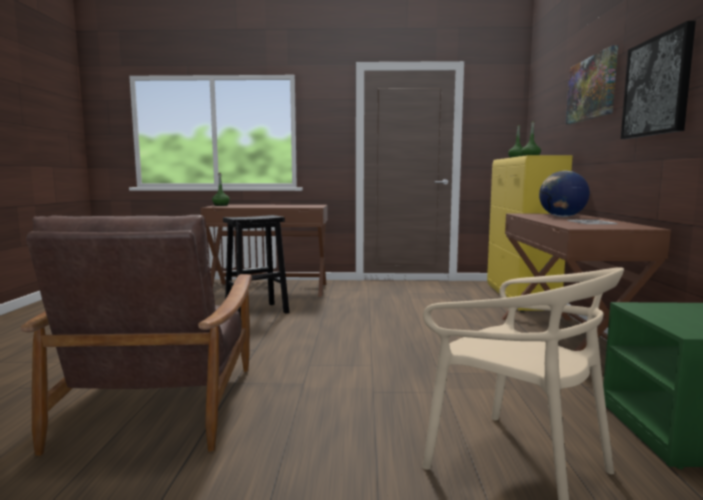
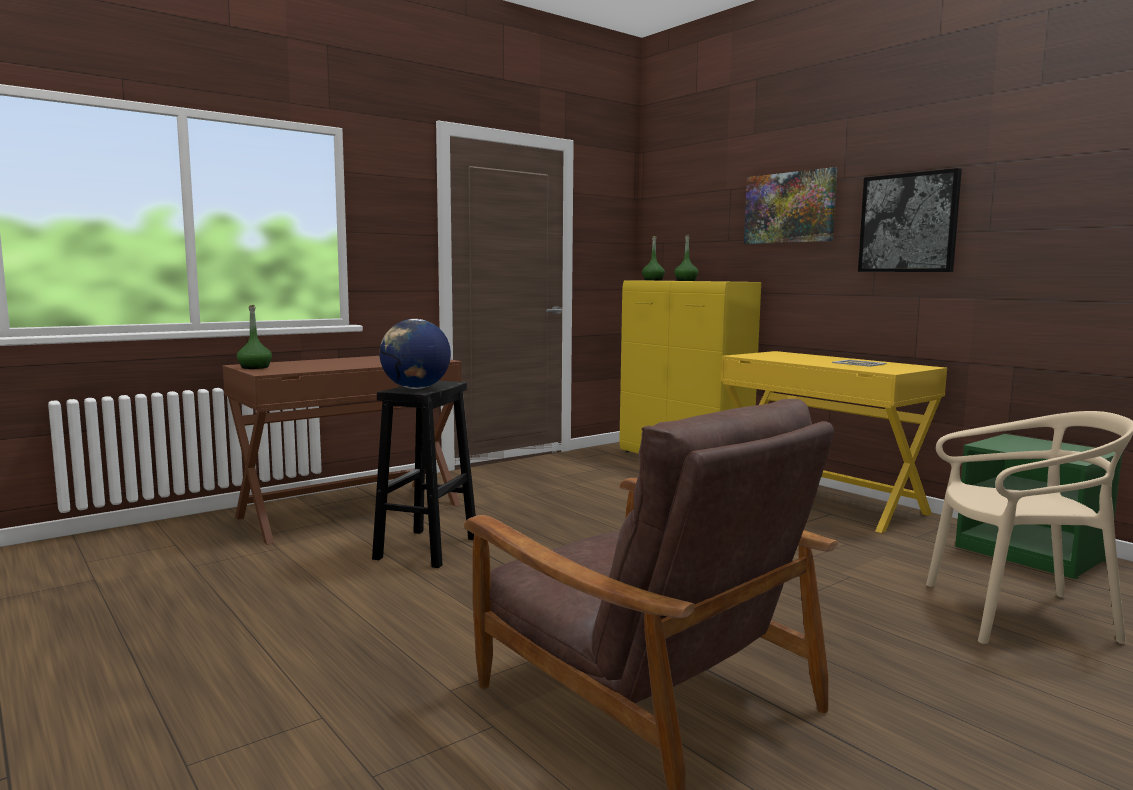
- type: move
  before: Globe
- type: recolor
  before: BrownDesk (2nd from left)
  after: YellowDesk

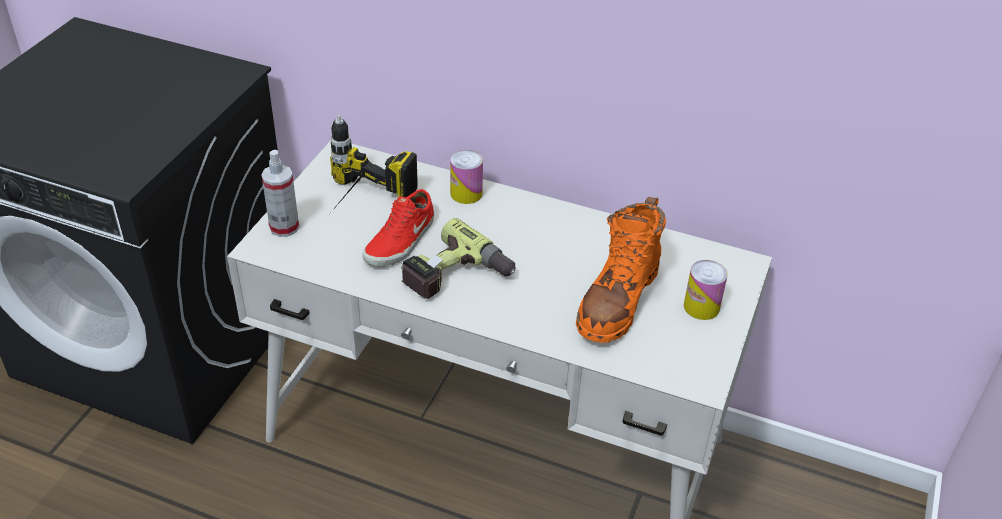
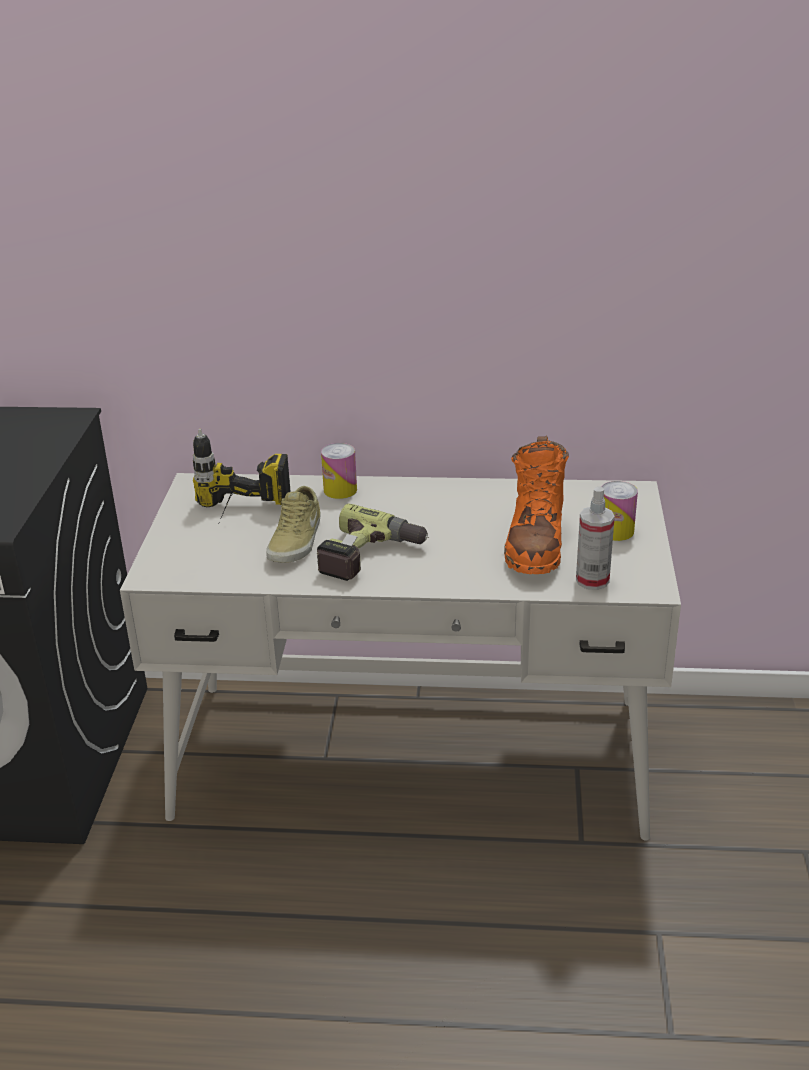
- type: move
  before: SprayBottle
- type: recolor
  before: RedShoe
  after: BeigeShoe

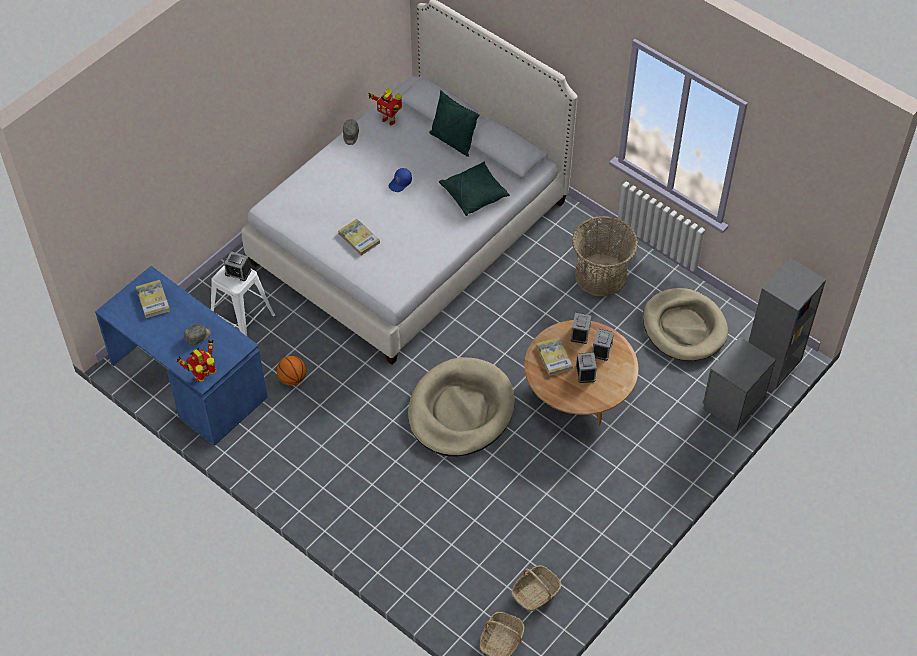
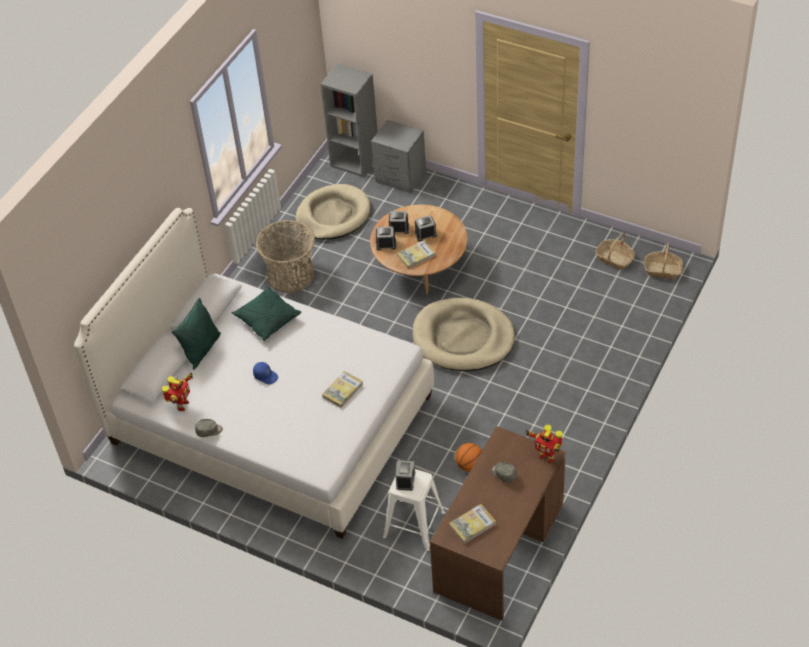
- type: recolor
  before: BlueDesk
  after: BrownDesk

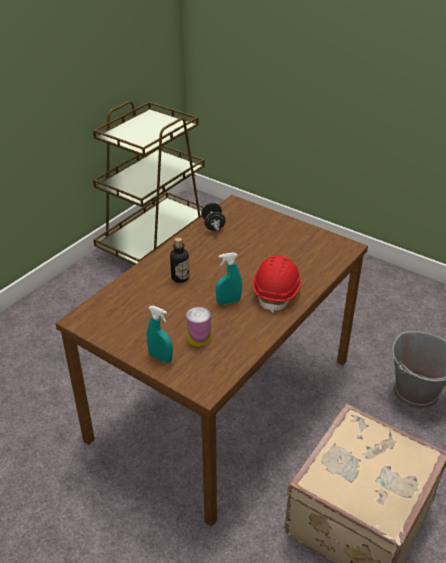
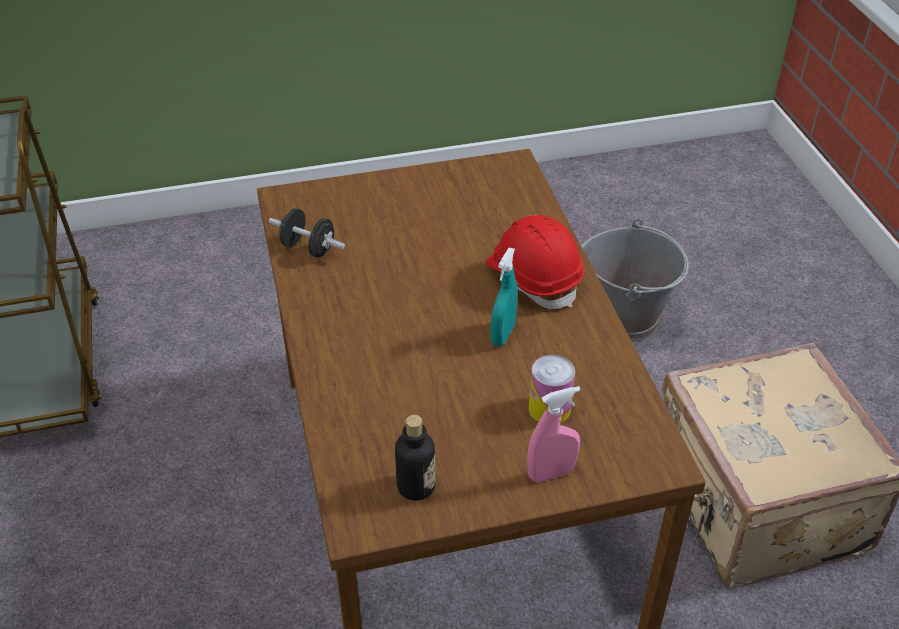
- type: move
  before: Bottle
- type: recolor
  before: TurquoiseSprayBottle (1st from left)
  after: PinkSprayBottle

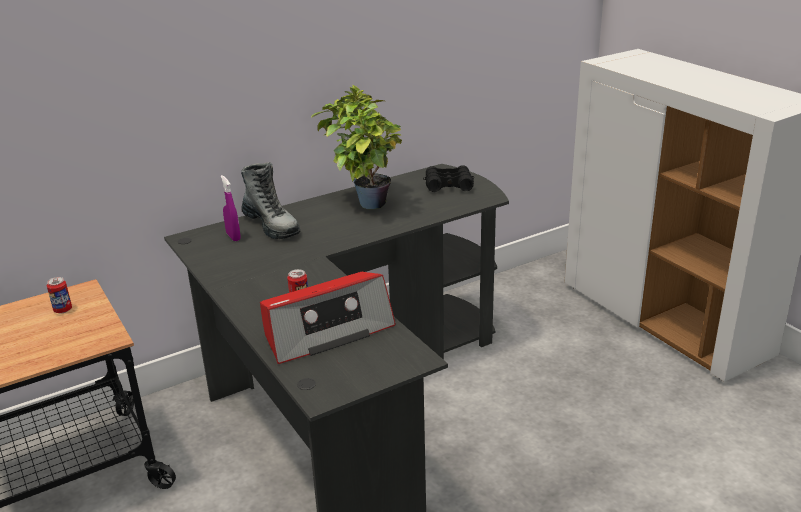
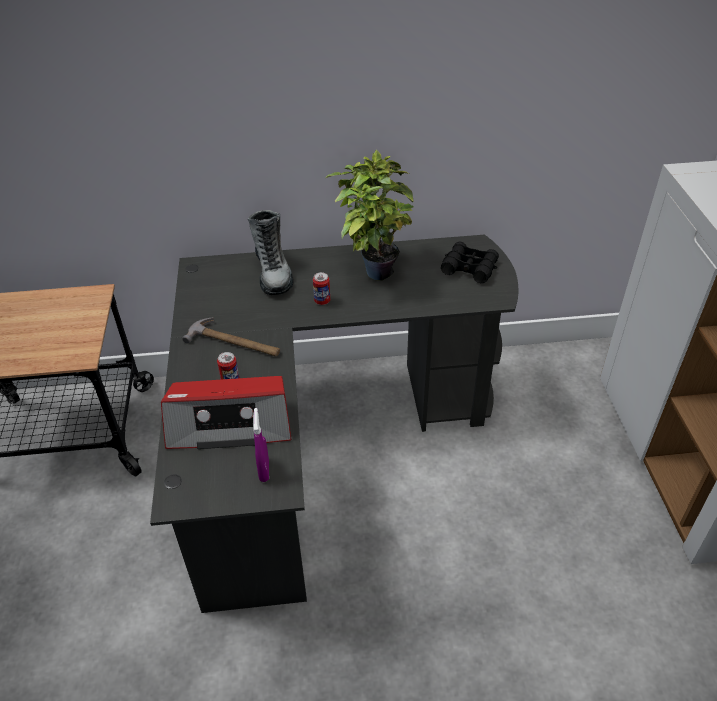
- type: move
  before: PurpleSprayBottle
- type: move
  before: Can (1st from left in the first image)
  after: Can (2nd from left)
- type: insert
  after: Hammer

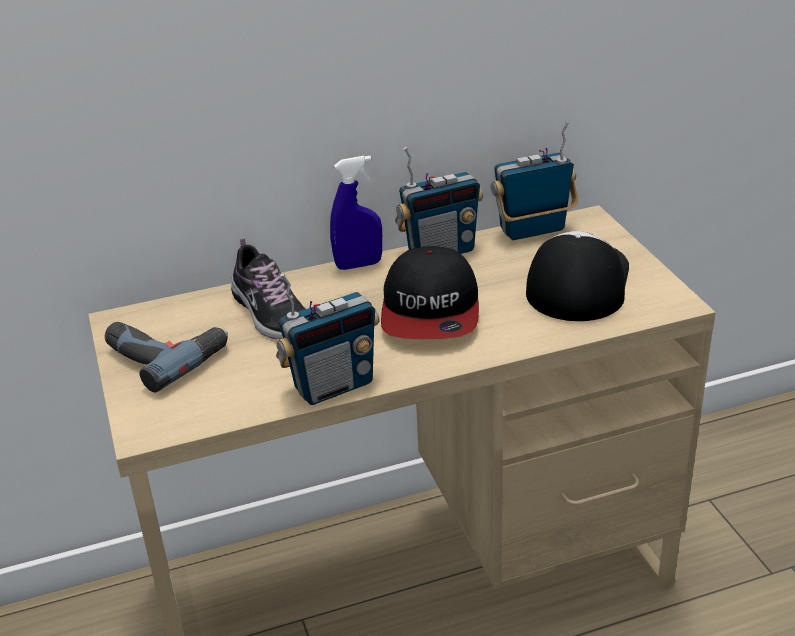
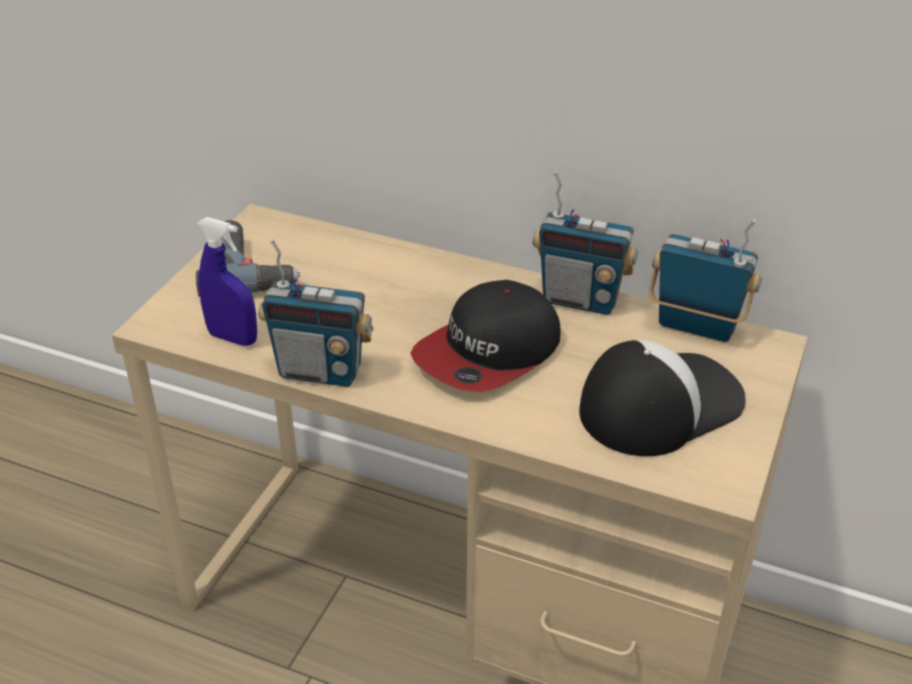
- type: move
  before: BlueSprayBottle
- type: delete
  before: Shoe

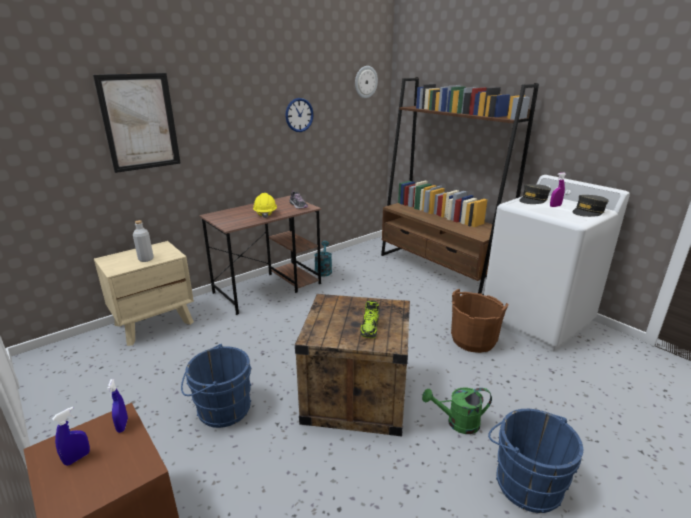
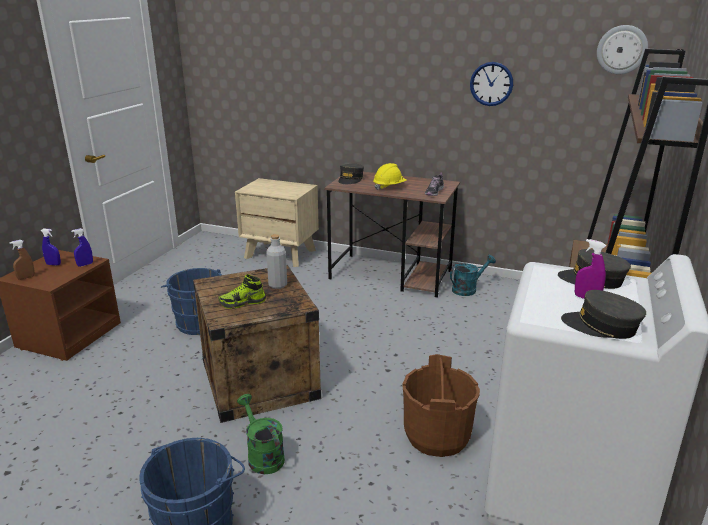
- type: delete
  before: Picture
- type: move
  before: GreyBottle
- type: insert
  after: GreyCap (1st from left)
- type: insert
  after: BrownSprayBottle

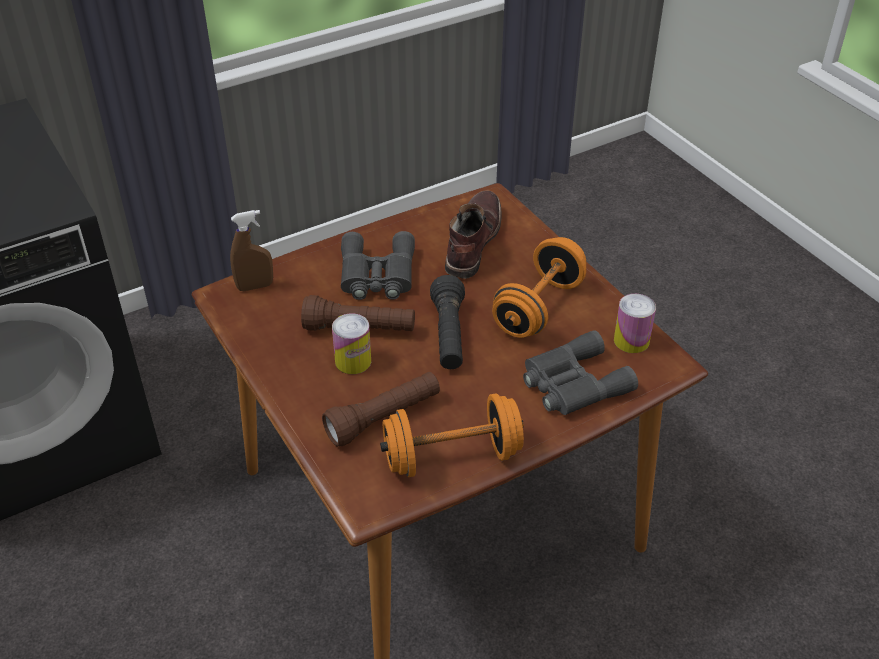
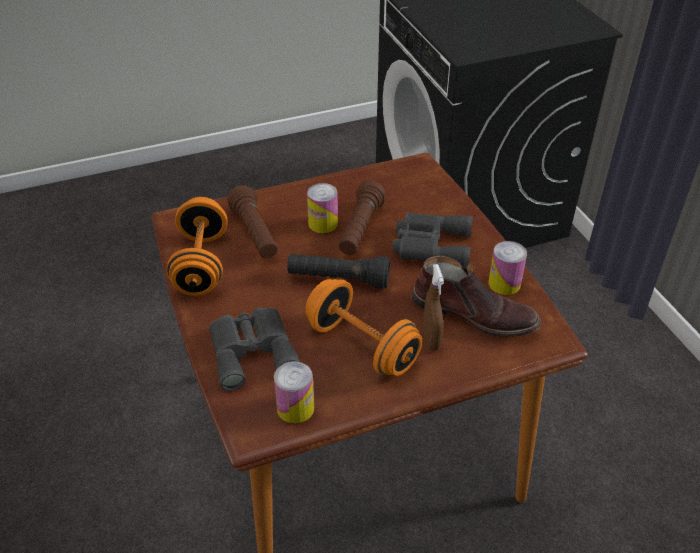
- type: move
  before: BrownSprayBottle
- type: insert
  after: Can (3rd from left)

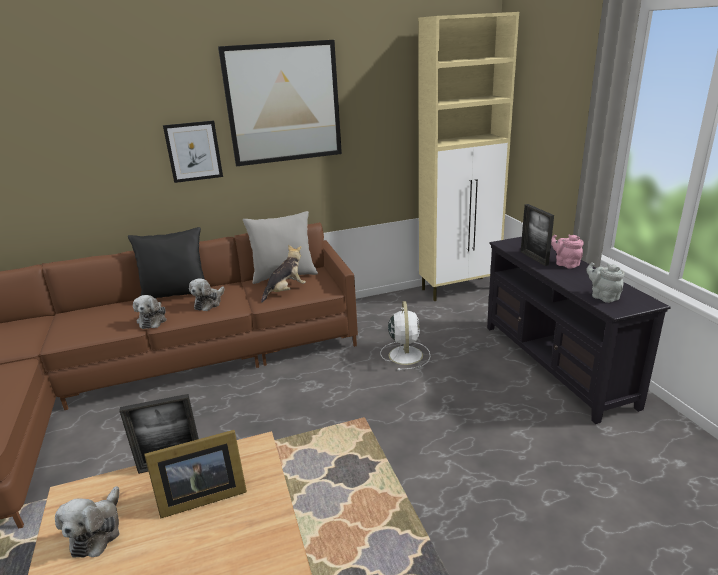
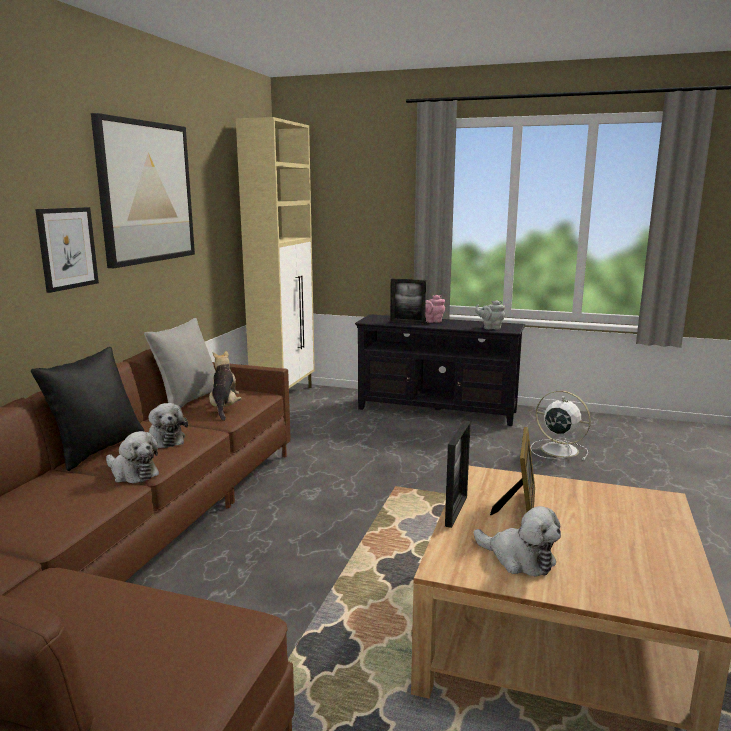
- type: move
  before: WhiteFan

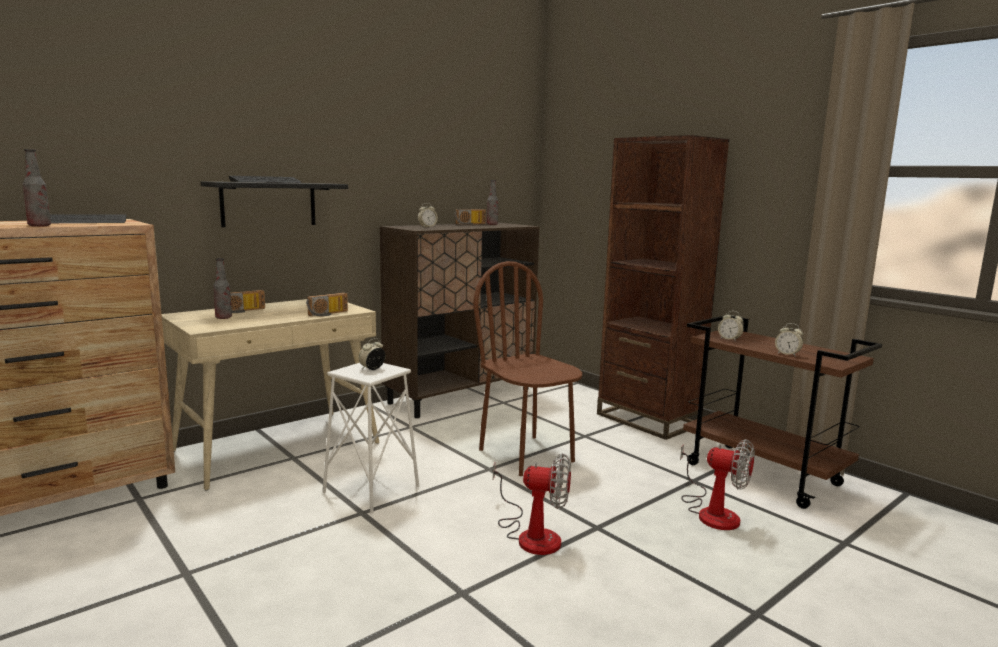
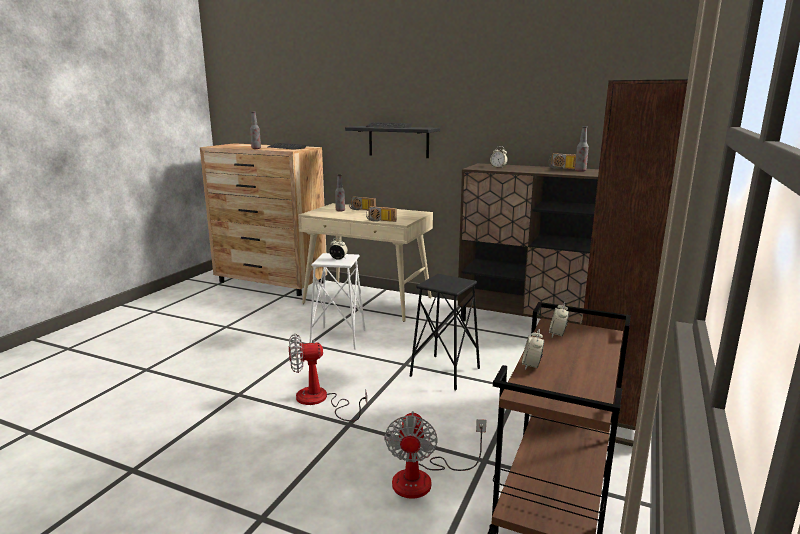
- type: replace
  before: BrownChair
  after: BlackStool
- type: rotate
  before: Fan (1st from left)
  turn: 90

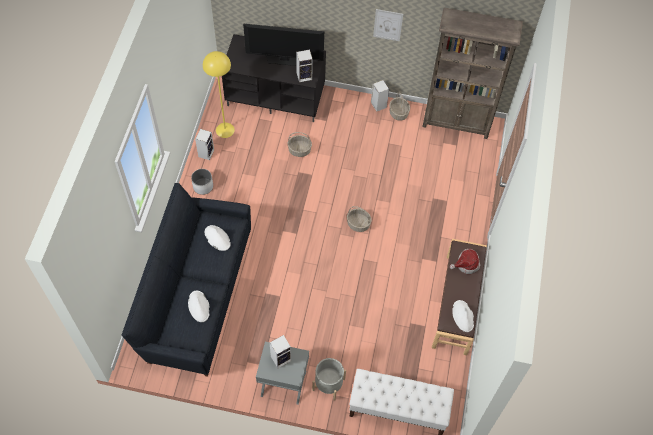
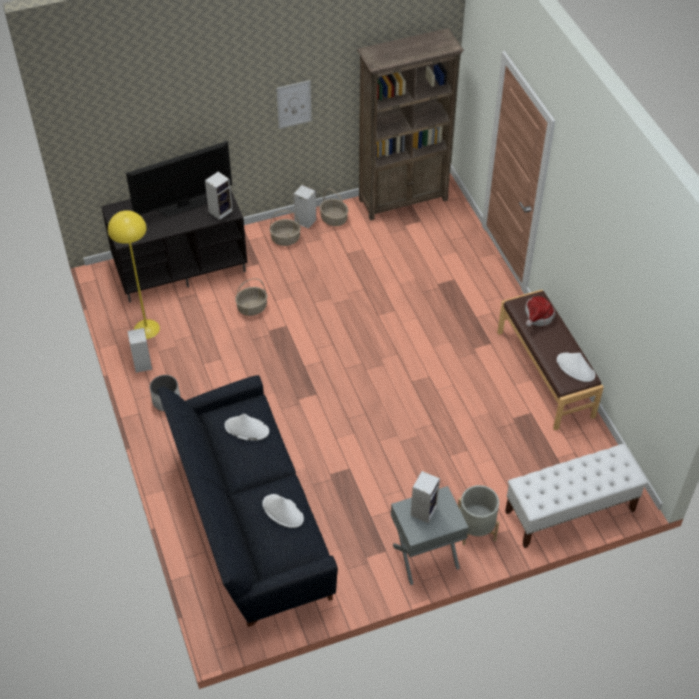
- type: move
  before: Basket (2nd from left)

